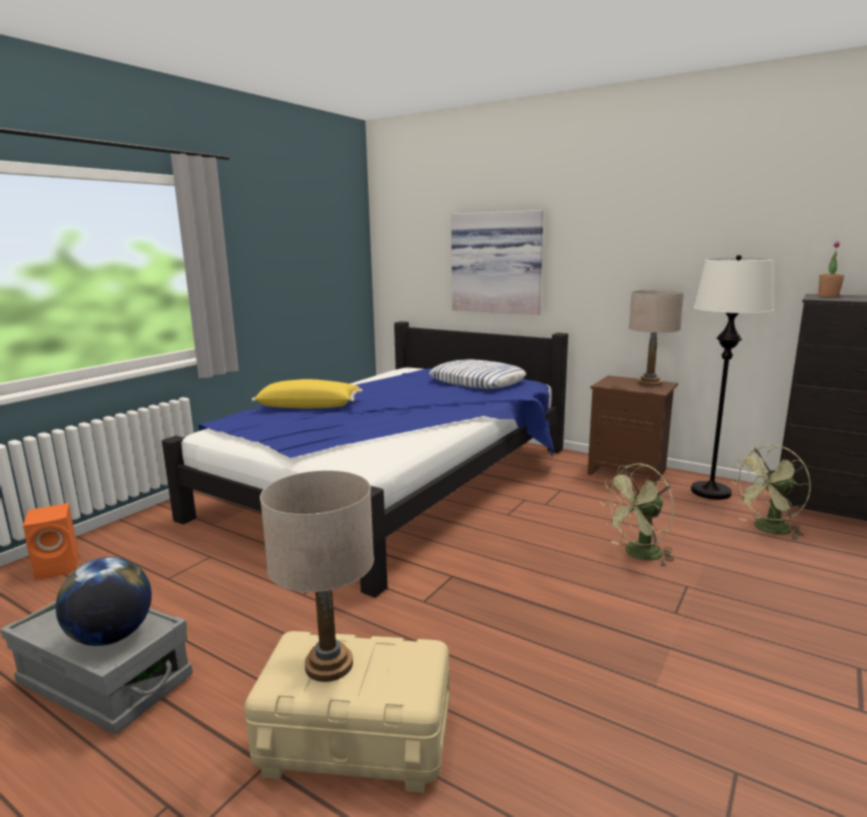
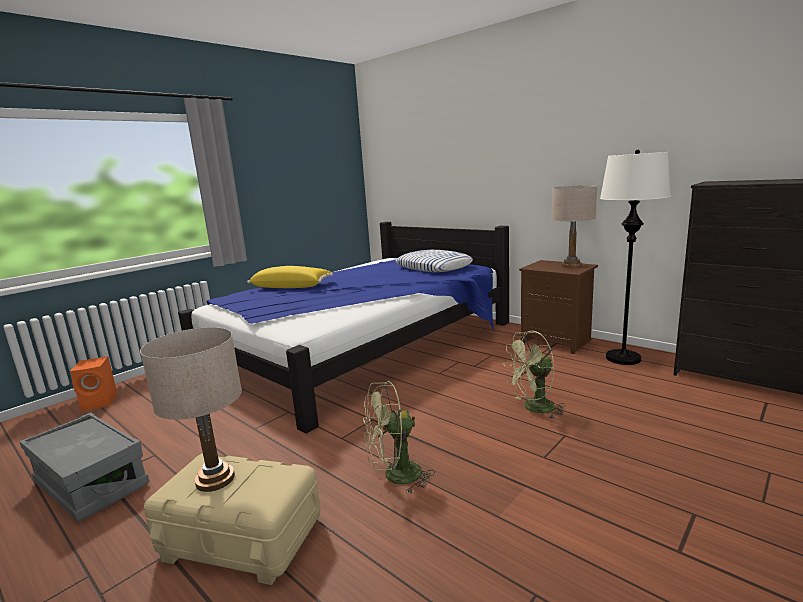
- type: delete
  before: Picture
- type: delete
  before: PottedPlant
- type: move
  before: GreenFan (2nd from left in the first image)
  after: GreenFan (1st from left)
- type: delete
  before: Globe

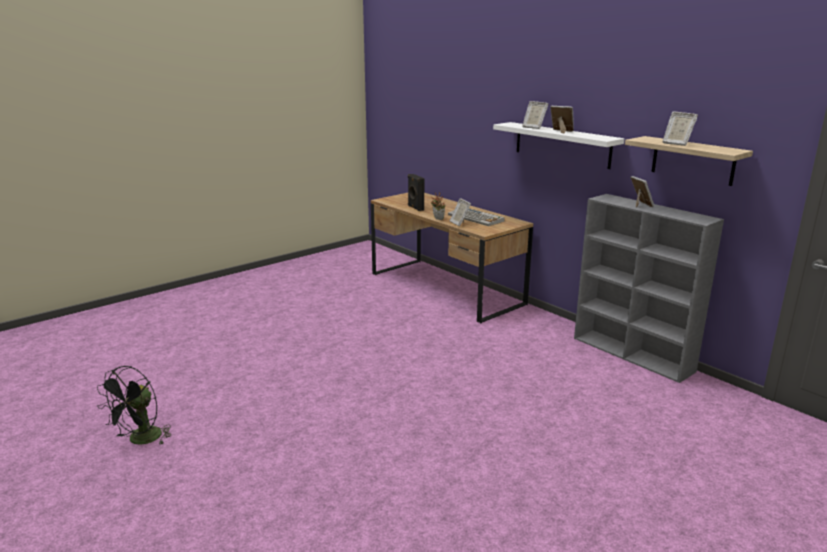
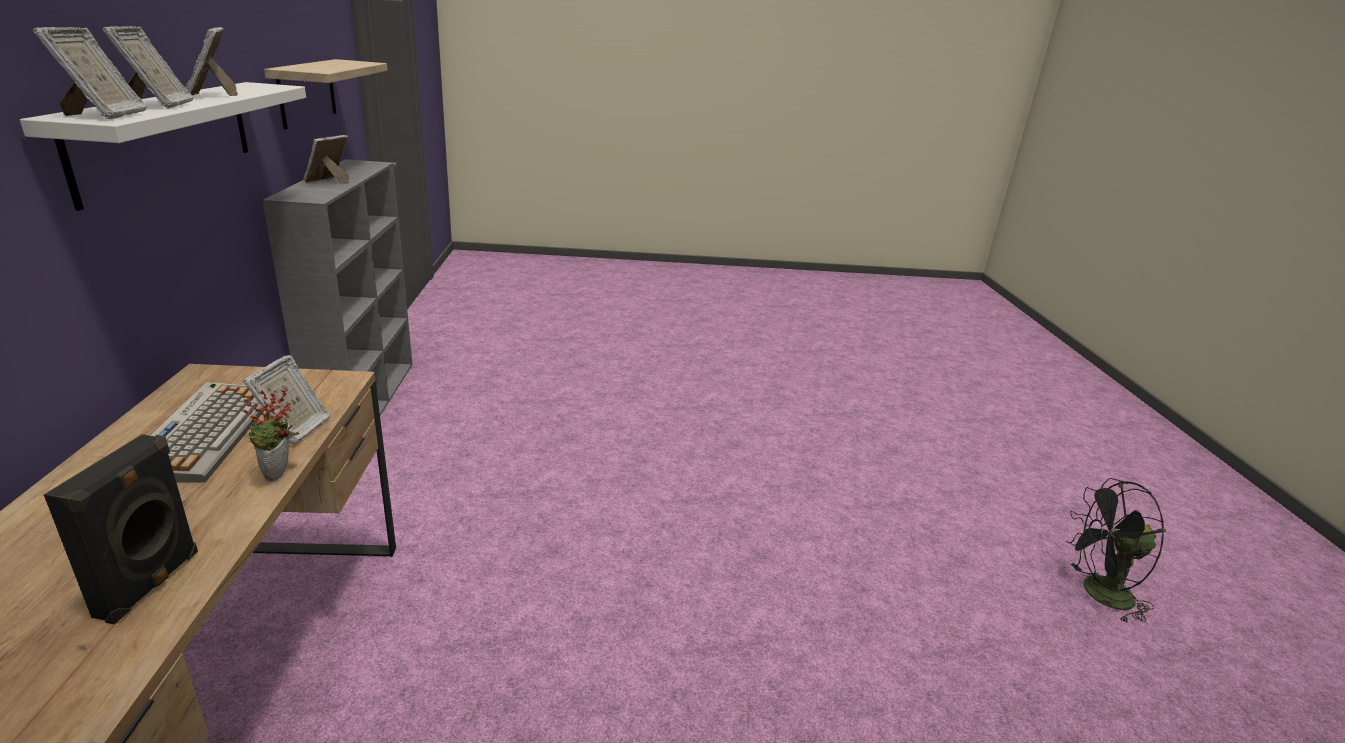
- type: move
  before: PictureFrame (5th from left in the first image)
  after: PictureFrame (1st from left)
- type: rotate
  before: BlackFan
  turn: -150

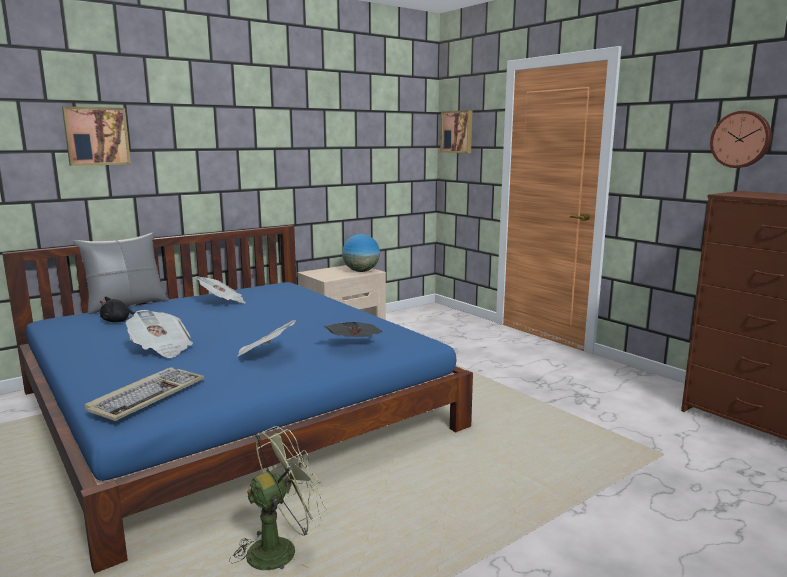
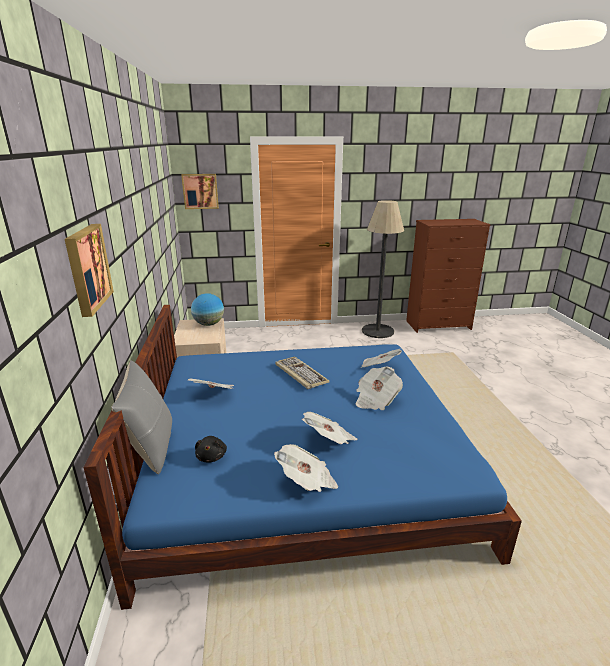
- type: delete
  before: WallClock
- type: move
  before: Keyboard
- type: delete
  before: GreenFan
- type: insert
  after: FloorLamp
- type: insert
  after: Newspaper (2nd from left)

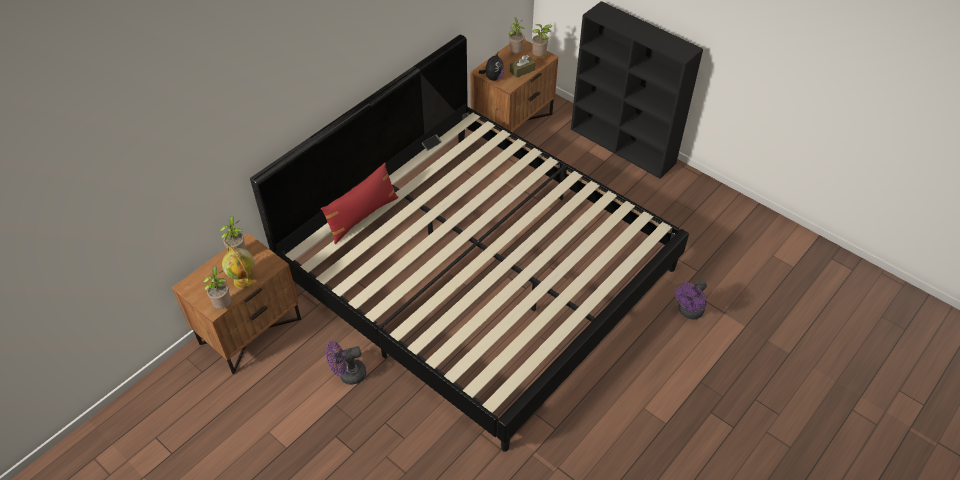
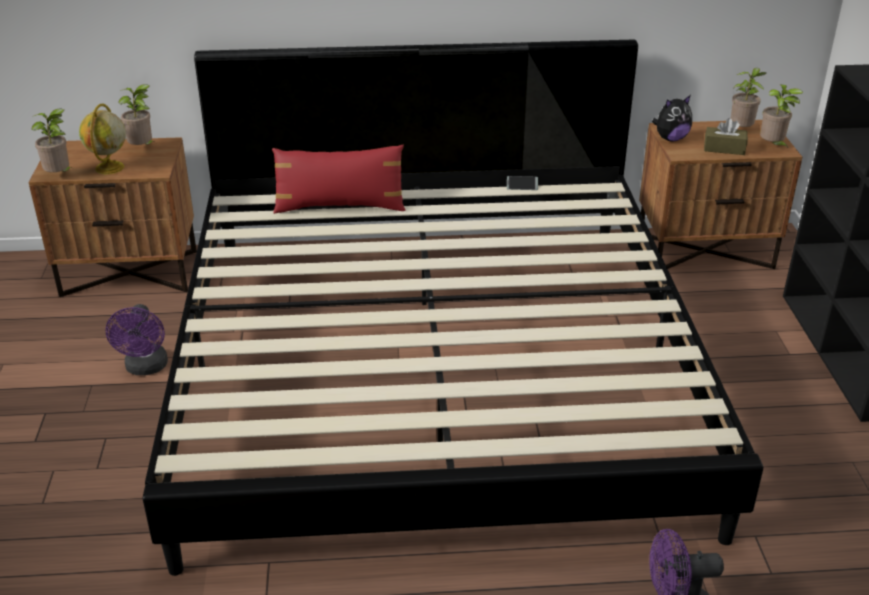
- type: rotate
  before: PurpleFan (1st from left)
  turn: -120

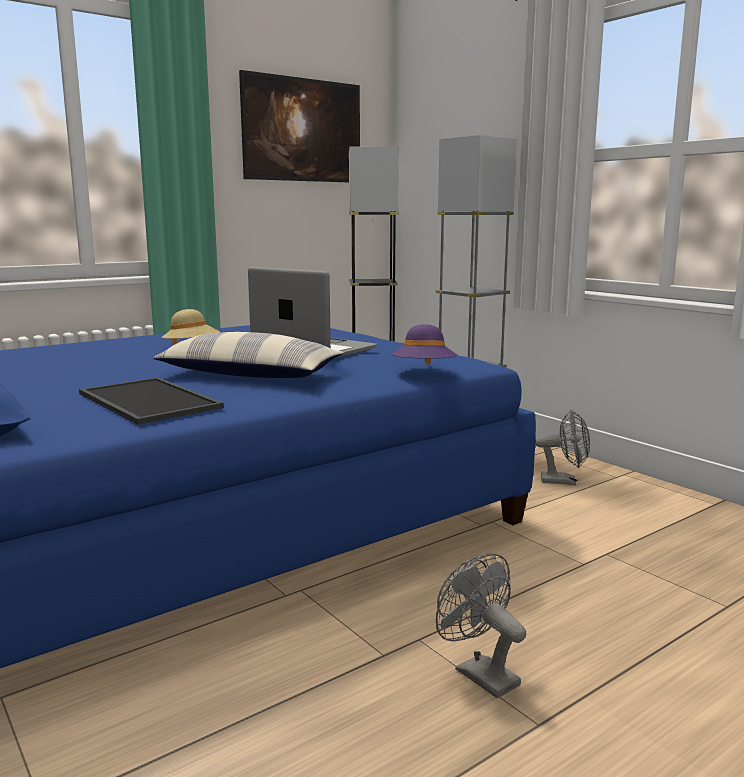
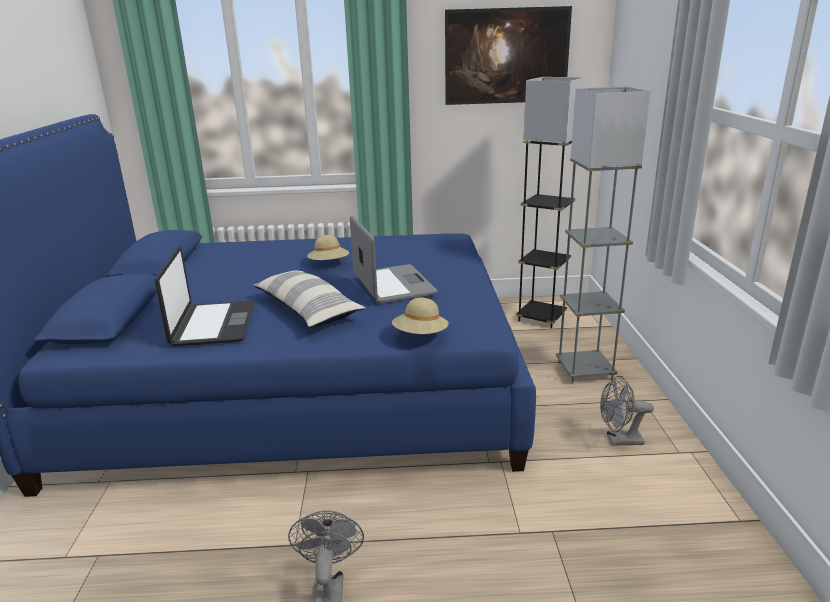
- type: recolor
  before: PurpleHat
  after: BeigeHat (2nd from left)
- type: replace
  before: Tray
  after: Laptop (1st from left)
- type: rotate
  before: GreyFan (2nd from left)
  turn: 135

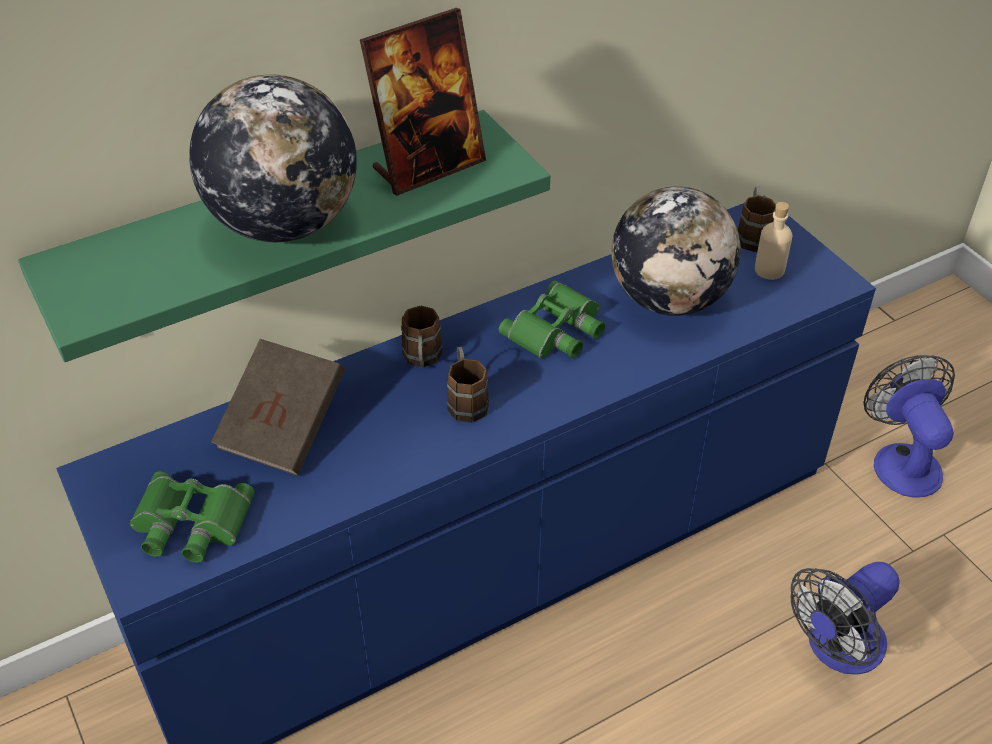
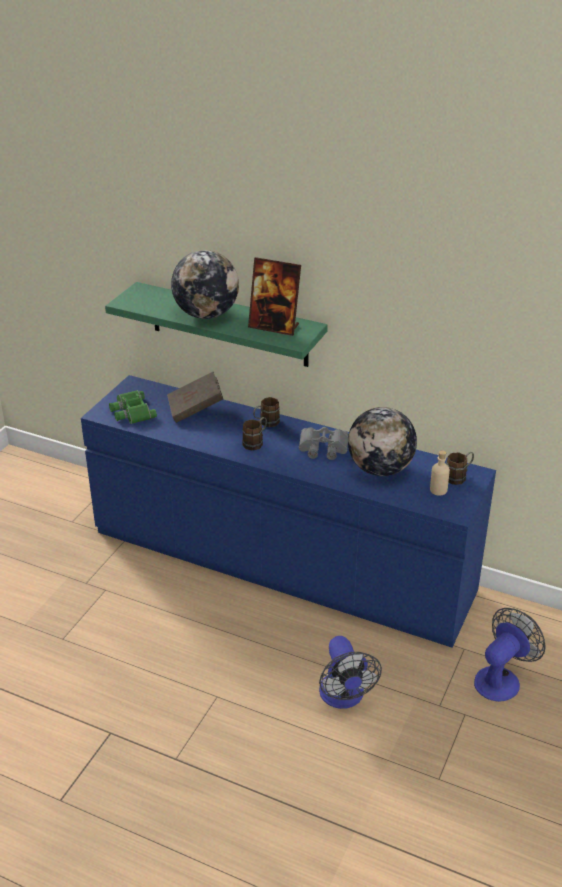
- type: recolor
  before: GreenBinoculars (2nd from left)
  after: GreyBinoculars
- type: rotate
  before: Fan (1st from left)
  turn: -120

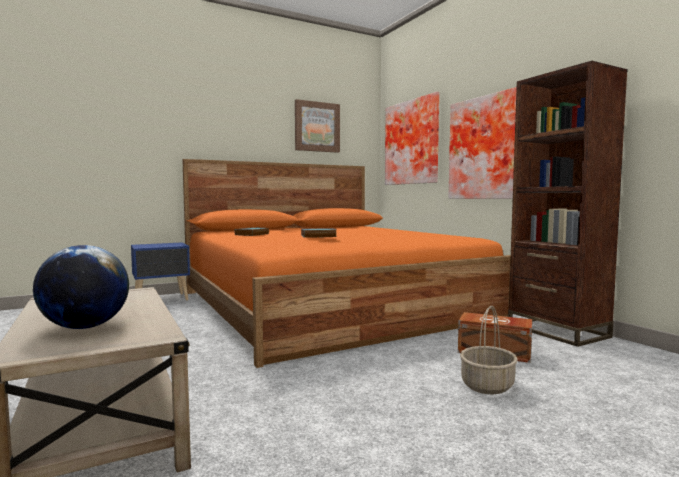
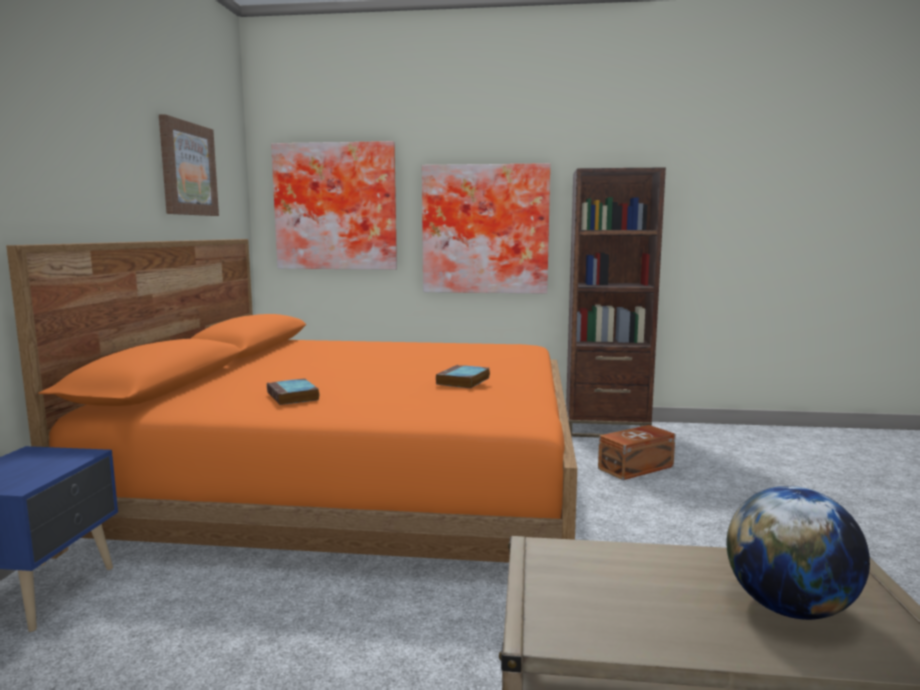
- type: delete
  before: Basket

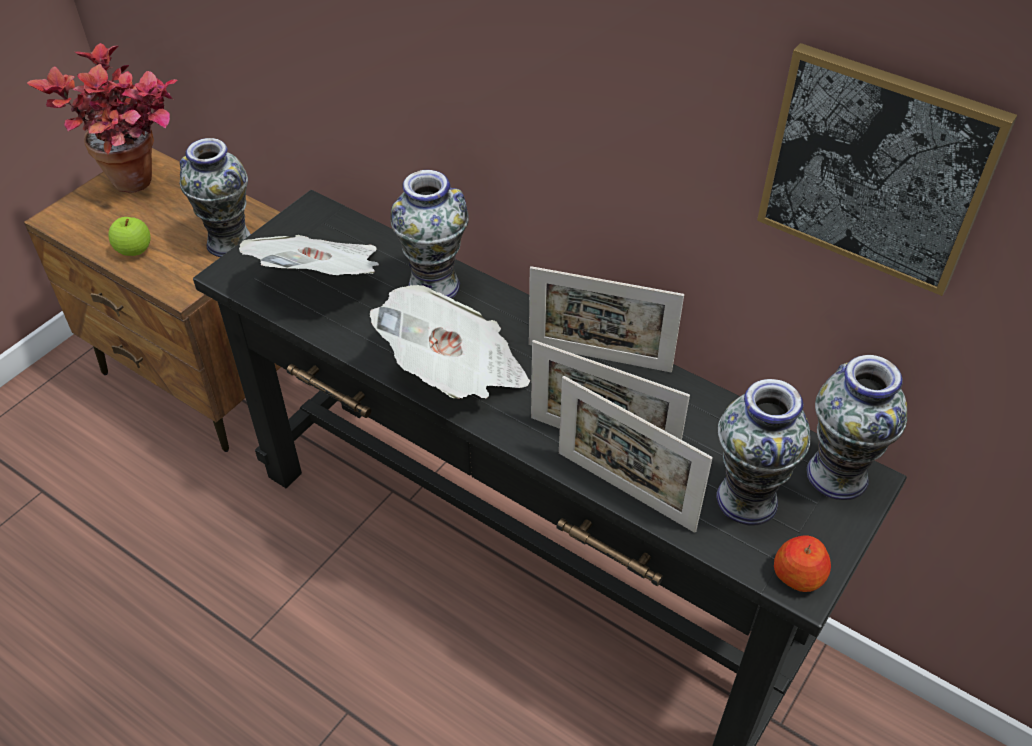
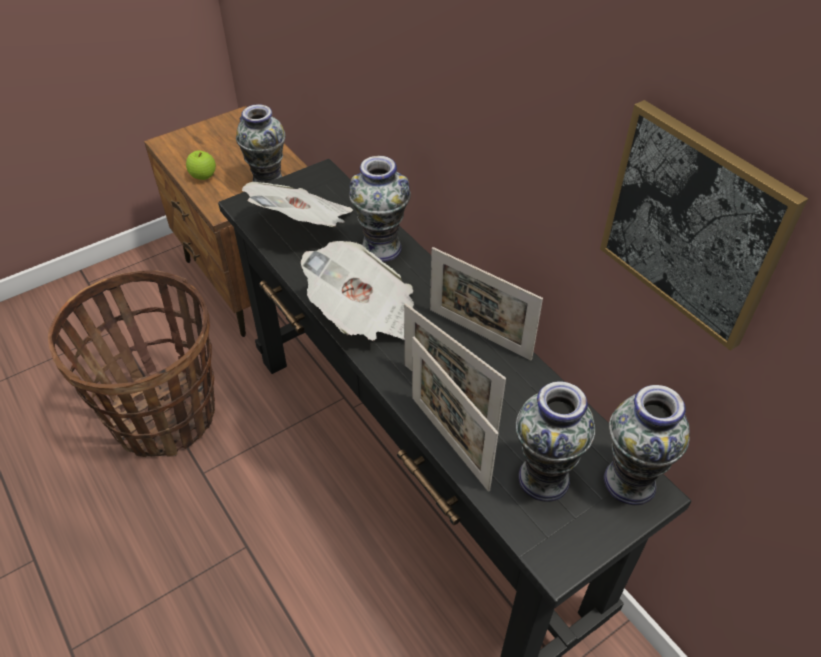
- type: delete
  before: PottedPlant
- type: delete
  before: Apple (2nd from left)
- type: insert
  after: Basket

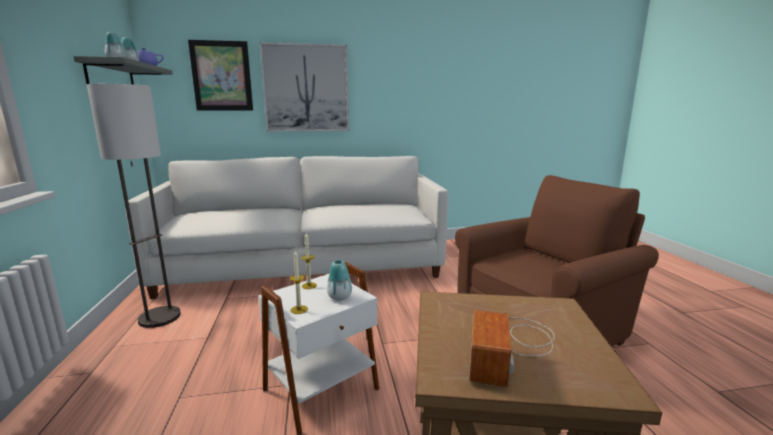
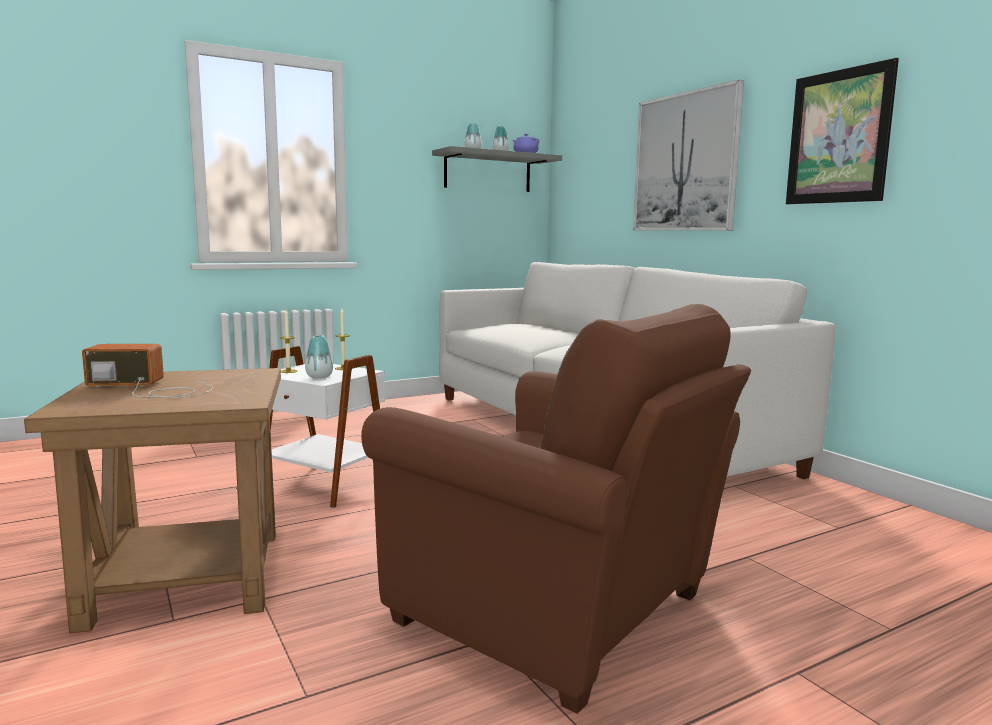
- type: move
  before: Picture (1st from left in the first image)
  after: Picture (2nd from left)
- type: delete
  before: FloorLamp

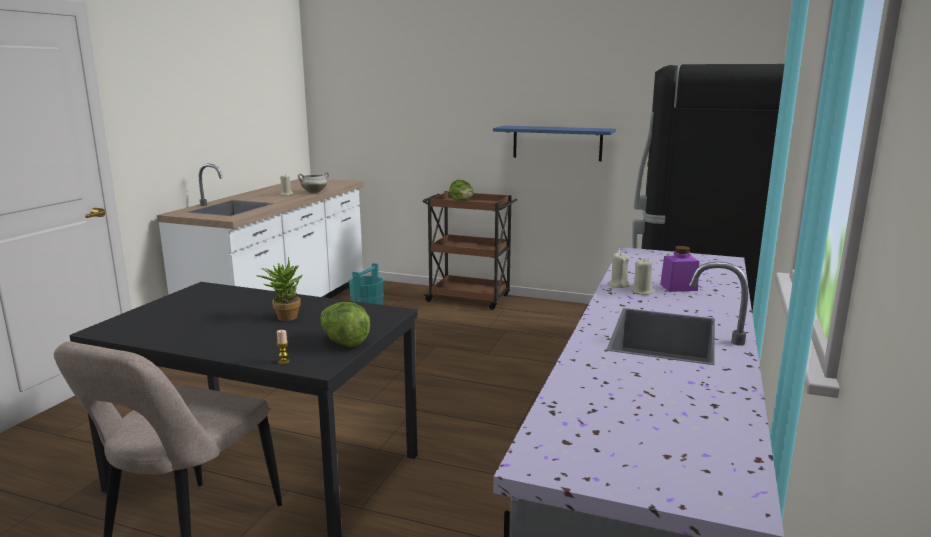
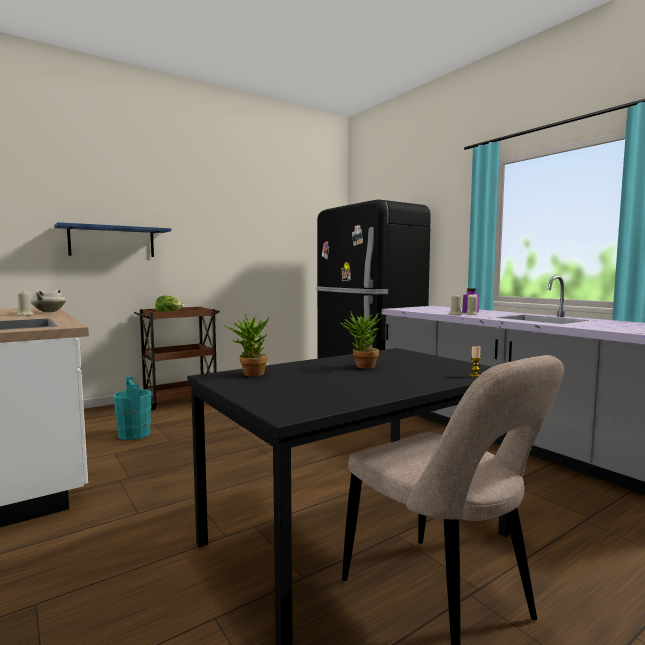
- type: move
  before: BlueShelf
- type: delete
  before: Lettuce (1st from left)
- type: insert
  after: PottedPlant (1st from left)

